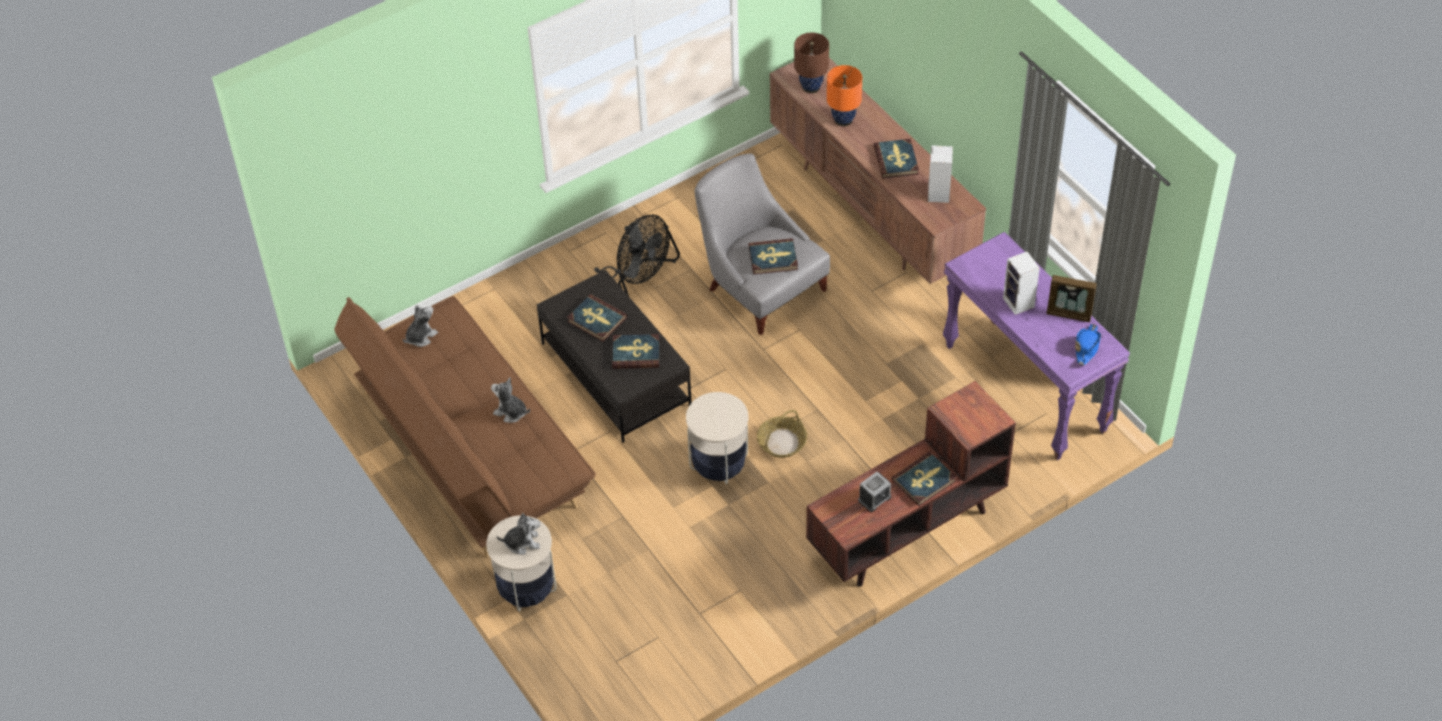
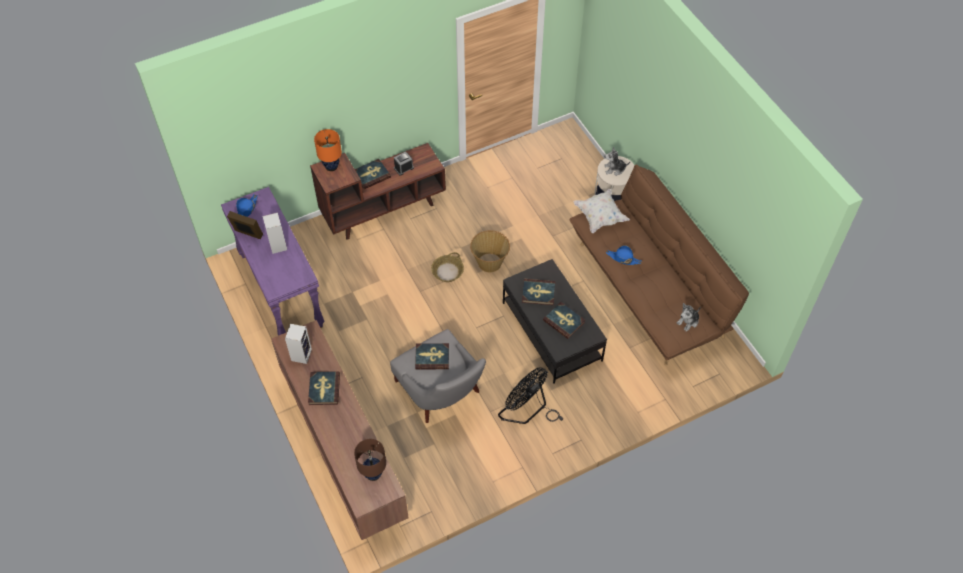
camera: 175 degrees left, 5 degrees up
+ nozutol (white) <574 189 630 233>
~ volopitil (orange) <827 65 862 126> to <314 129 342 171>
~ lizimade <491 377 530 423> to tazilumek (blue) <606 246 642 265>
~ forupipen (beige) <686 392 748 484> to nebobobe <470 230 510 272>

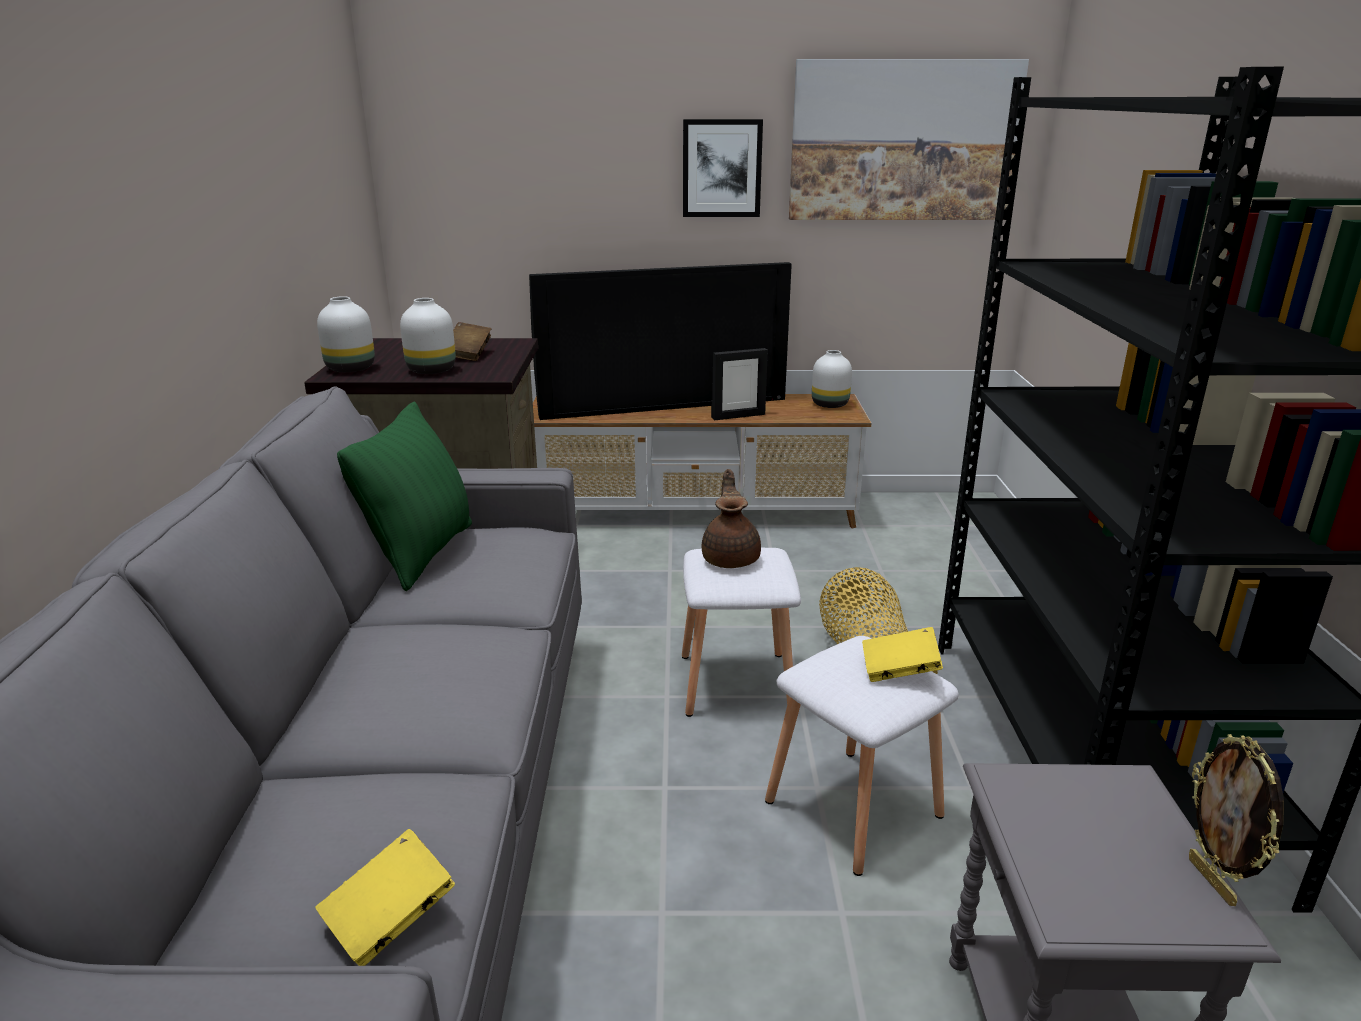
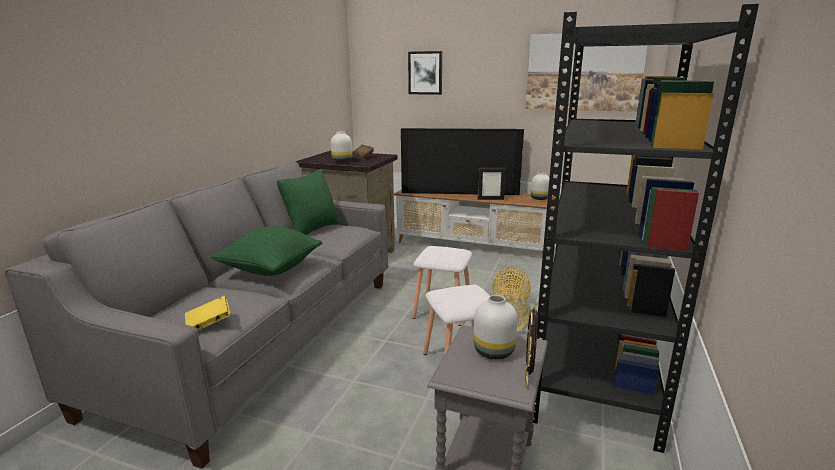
camera: 20 degrees right, 5 degrees down
- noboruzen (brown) <702 469 761 568>
- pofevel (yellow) <862 627 943 682>
+ nozutol (green) <211 226 322 276>
~ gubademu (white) <317 296 375 372> to <473 295 518 360>
~ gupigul <683 119 763 217> to <408 51 442 95>

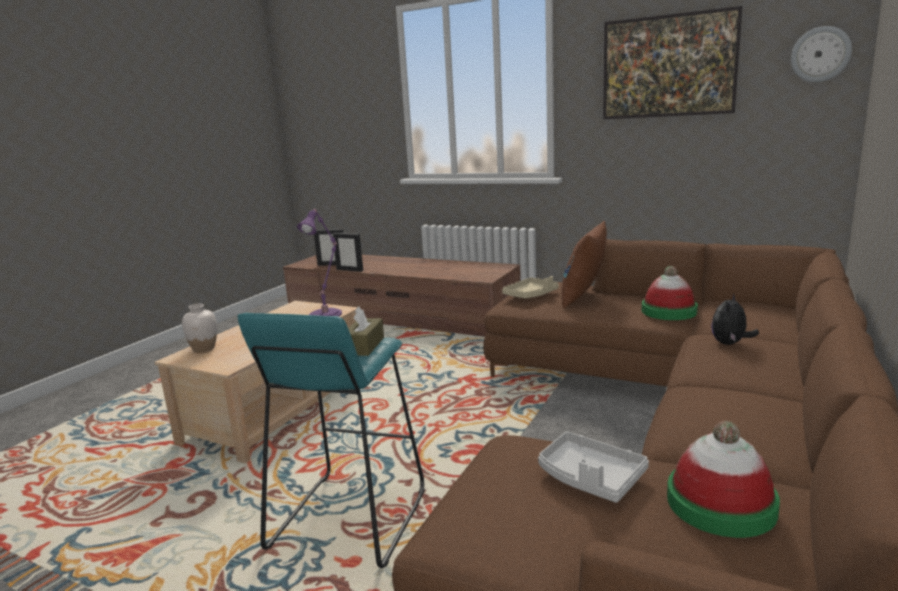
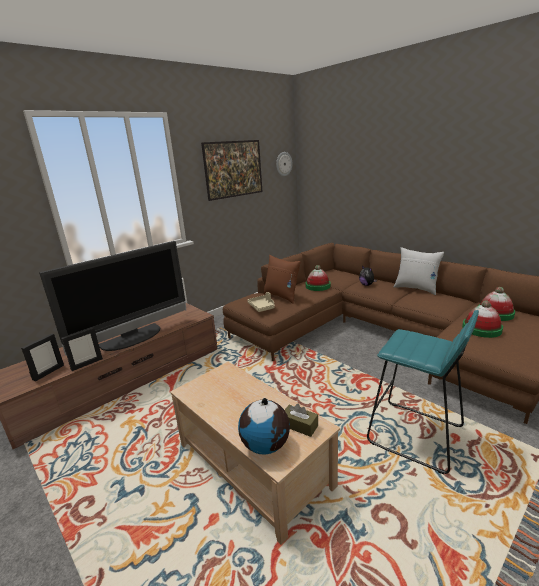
camera: 70 degrees left, 5 degrees up
- volopitil (purple) <297 209 342 316>
+ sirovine <39 241 186 356>
+ nozutol (grey) <394 247 444 295>
~ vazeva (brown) <348 306 384 356> to <285 404 318 437>
~ gubademu (white) <182 304 217 353> to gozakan <238 398 290 454>
~ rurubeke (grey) <538 431 649 503> to tazilumek <462 300 503 338>

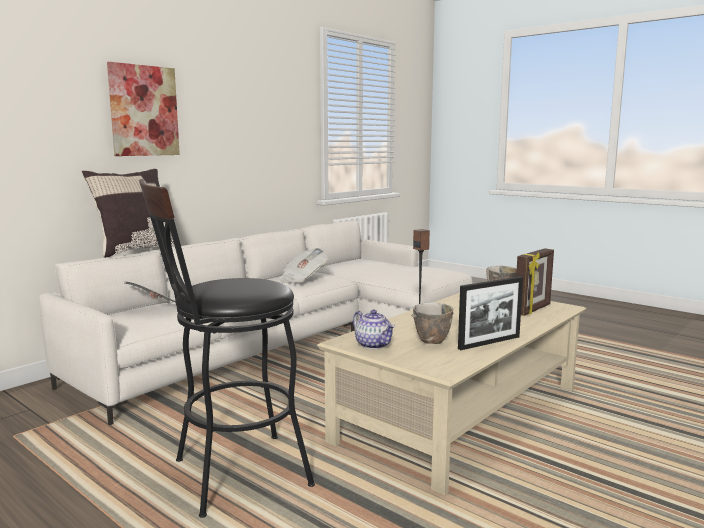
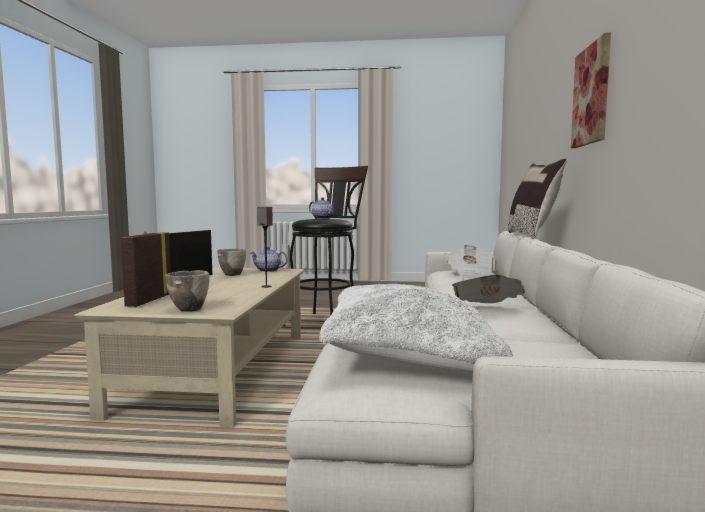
camera: 145 degrees right, 5 degrees down
+ noboruzen <309 198 337 219>
+ nozutol (white) <319 284 513 373>

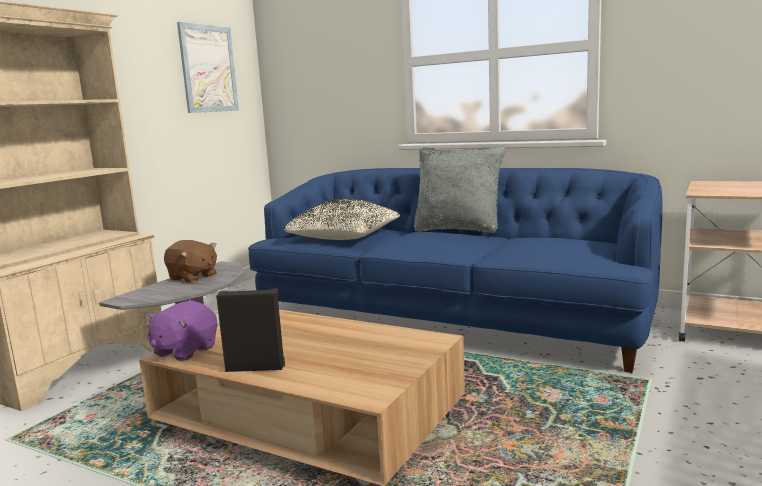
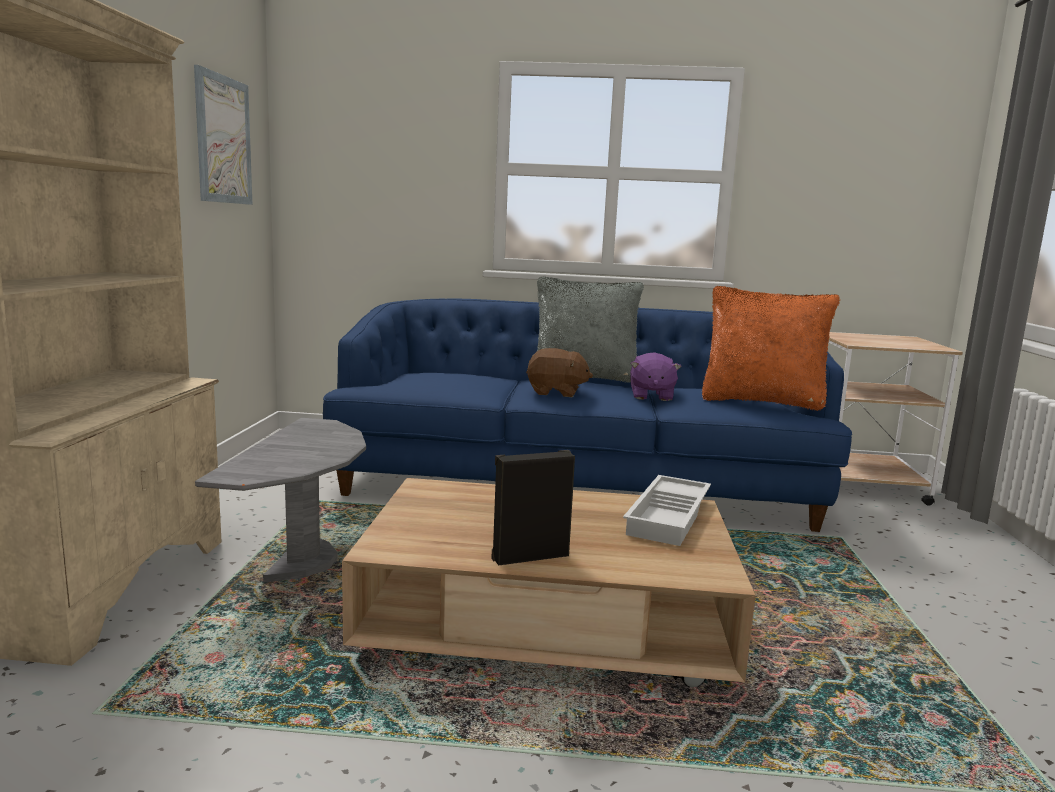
camera: 25 degrees left, 0 degrees up
- nozutol (beige) <284 199 400 240>
+ rurubeke (white) <623 475 711 546>
+ nozutol (orange) <702 286 840 411>
~ lizimade (purple) <146 301 217 361> to <630 352 682 401>
~ lizimade (brown) <164 240 217 283> to <526 348 593 397>

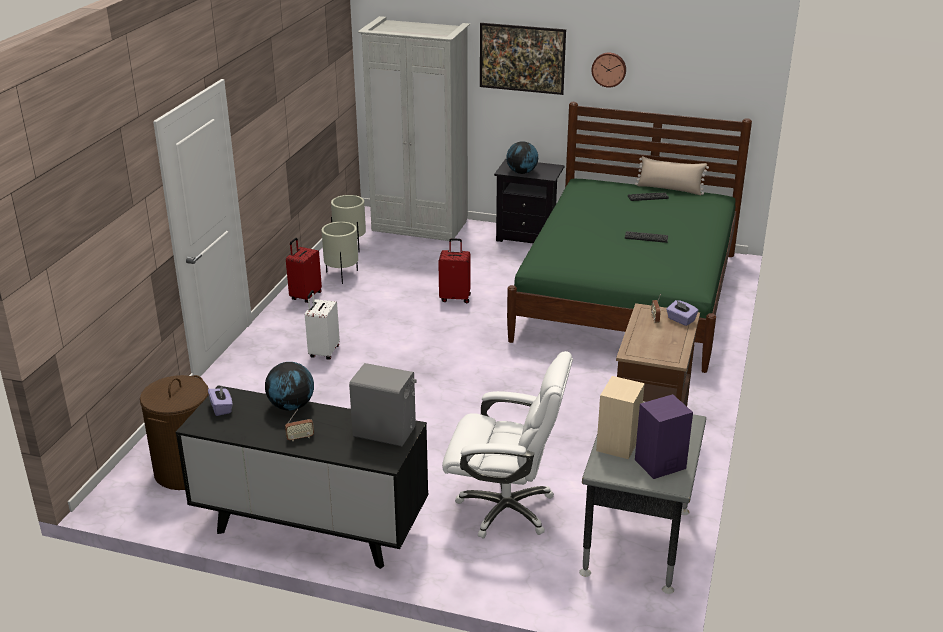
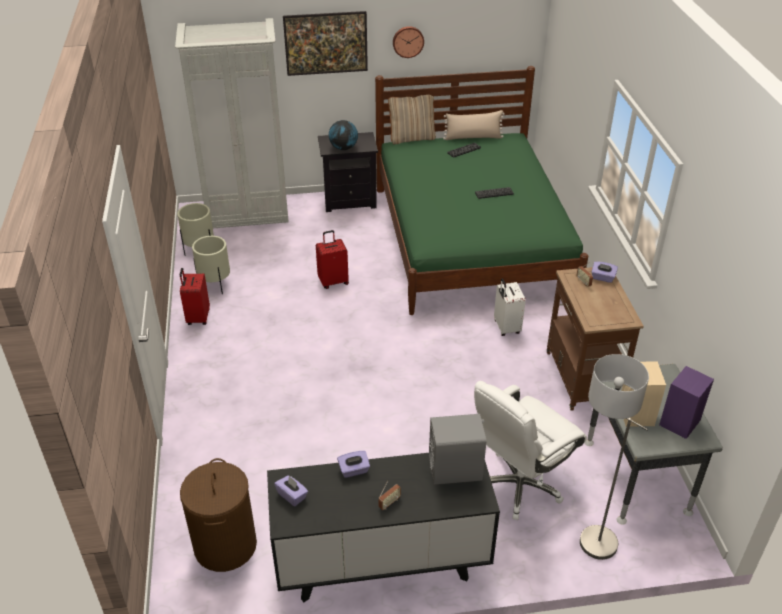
camera: 25 degrees left, 10 degrees up
+ nozutol (beige) <388 95 436 144>
+ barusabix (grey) <580 354 649 560>
~ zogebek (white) <305 290 340 360> to <494 279 526 336>
~ gozakan <265 362 314 411> to vazeva (purple) <337 451 370 478>
~ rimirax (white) <442 351 573 539> = <474 381 587 520> 150 degrees clockwise

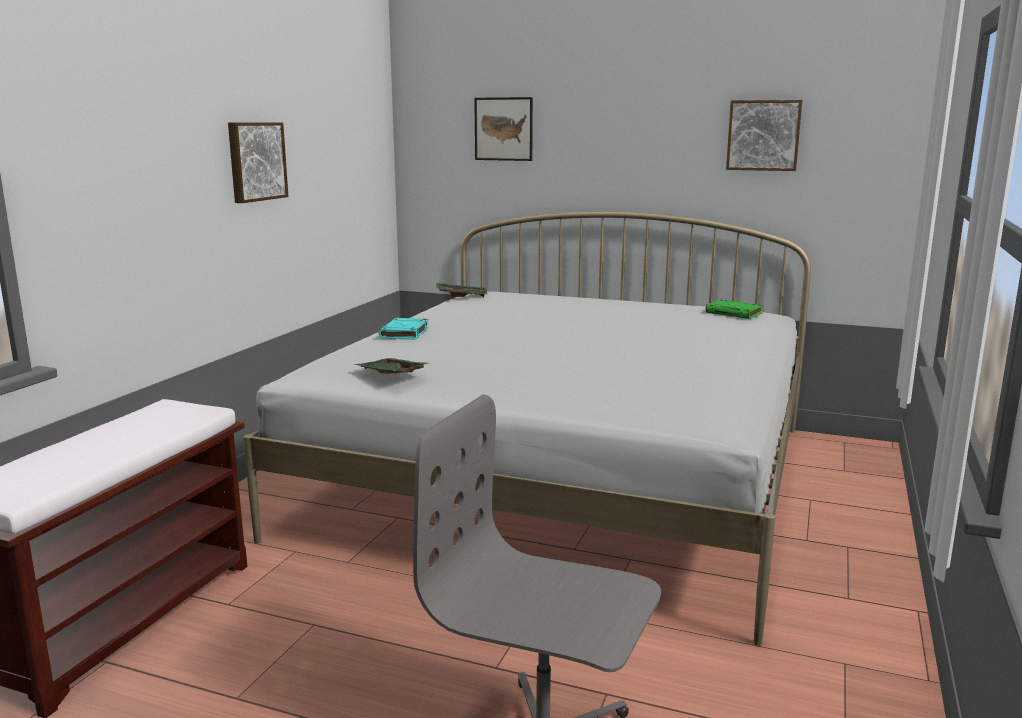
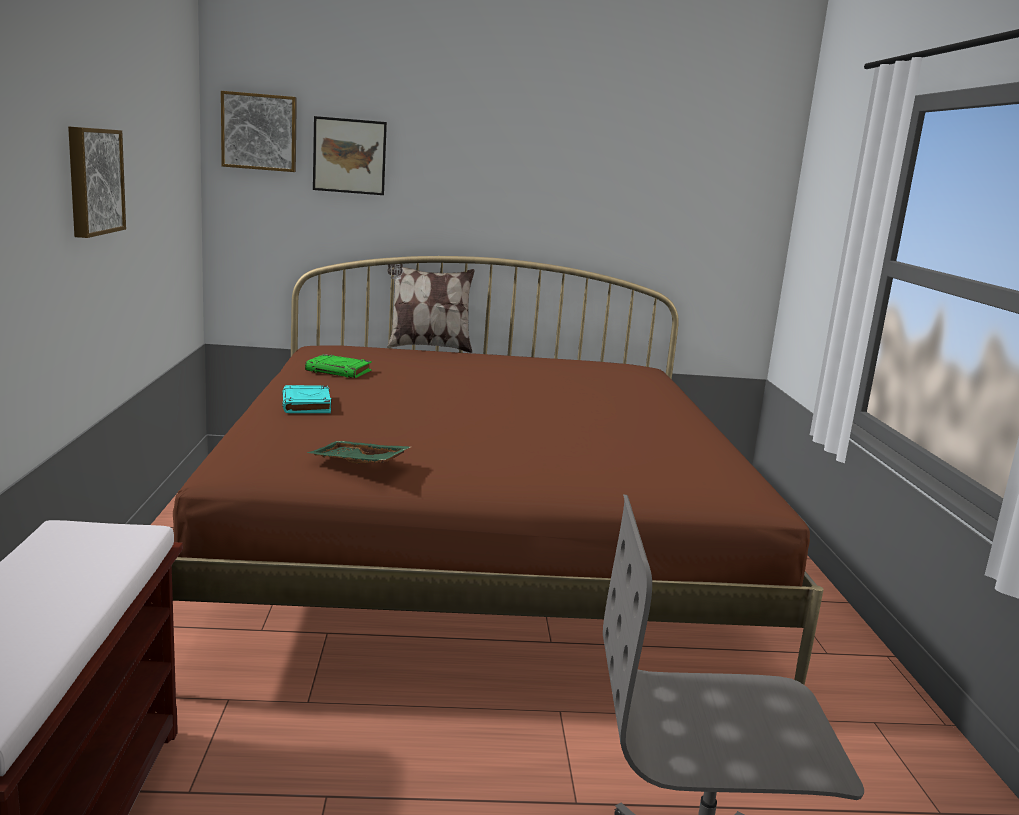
camera: 25 degrees left, 0 degrees up
- rurubeke (green) <436 283 487 297>
+ nozutol <387 264 475 353>
~ pofevel (green) <706 299 763 319> to <305 354 372 378>
~ gupigul <726 100 802 171> to <221 91 297 172>
~ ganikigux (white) <243 211 811 646> to ganikigux (brown) <172 256 824 685>

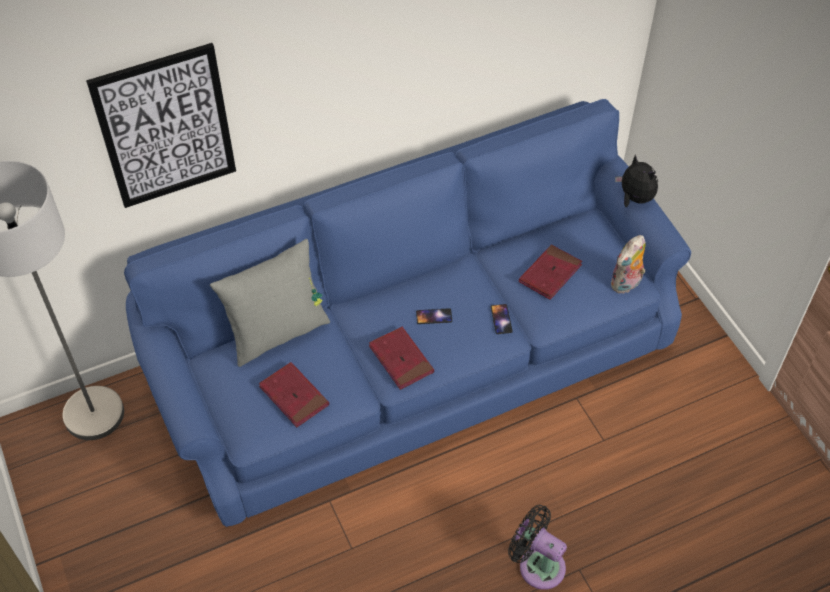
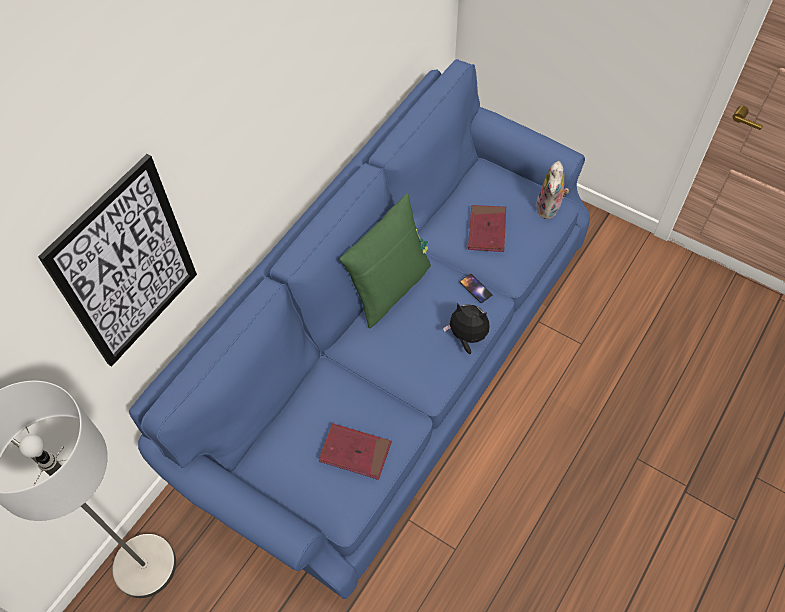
camera: 30 degrees left, 5 degrees up
- nozutol (grey) <210 239 330 367>
- pofevel (red) <369 327 434 390>
- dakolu <416 308 452 324>
- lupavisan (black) <508 505 567 590>
+ nozutol (green) <339 193 431 329>
~ lizimade <615 154 658 207> to <443 303 490 355>

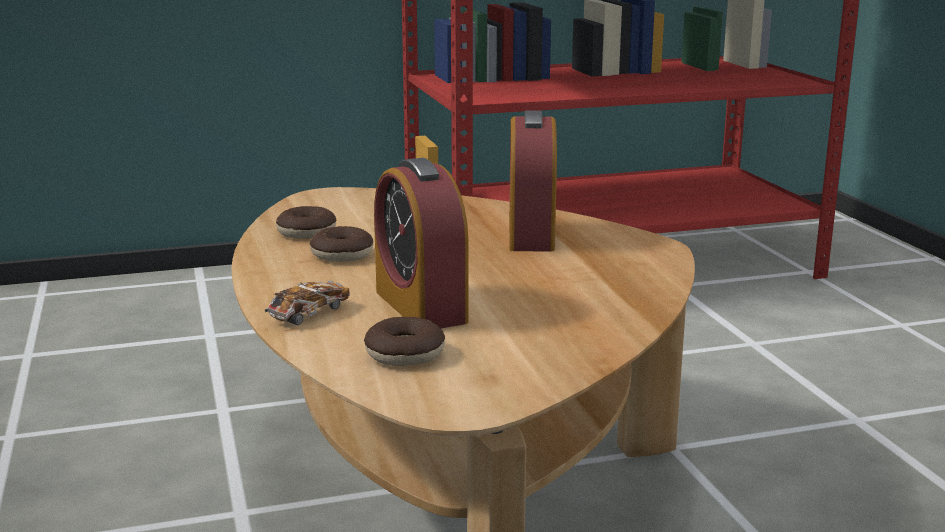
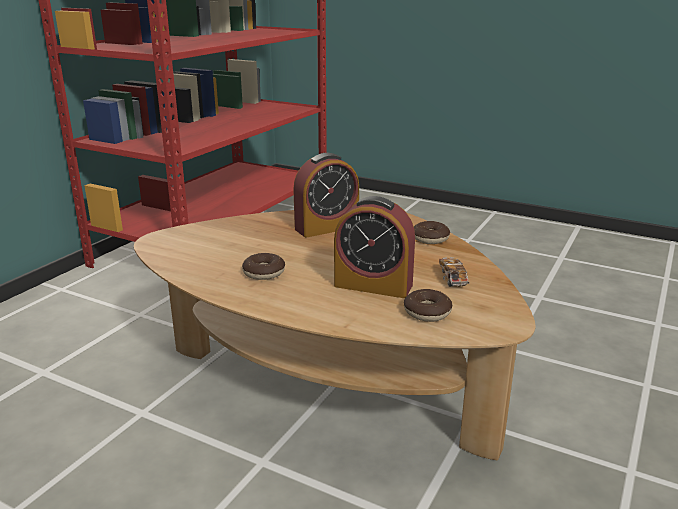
camera: 45 degrees left, 5 degrees up
~ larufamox <265 280 350 325> to <439 257 469 287>
~ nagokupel <276 206 336 239> to <414 221 450 244>
~ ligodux <509 110 557 252> = <293 153 359 238> 75 degrees counterclockwise

